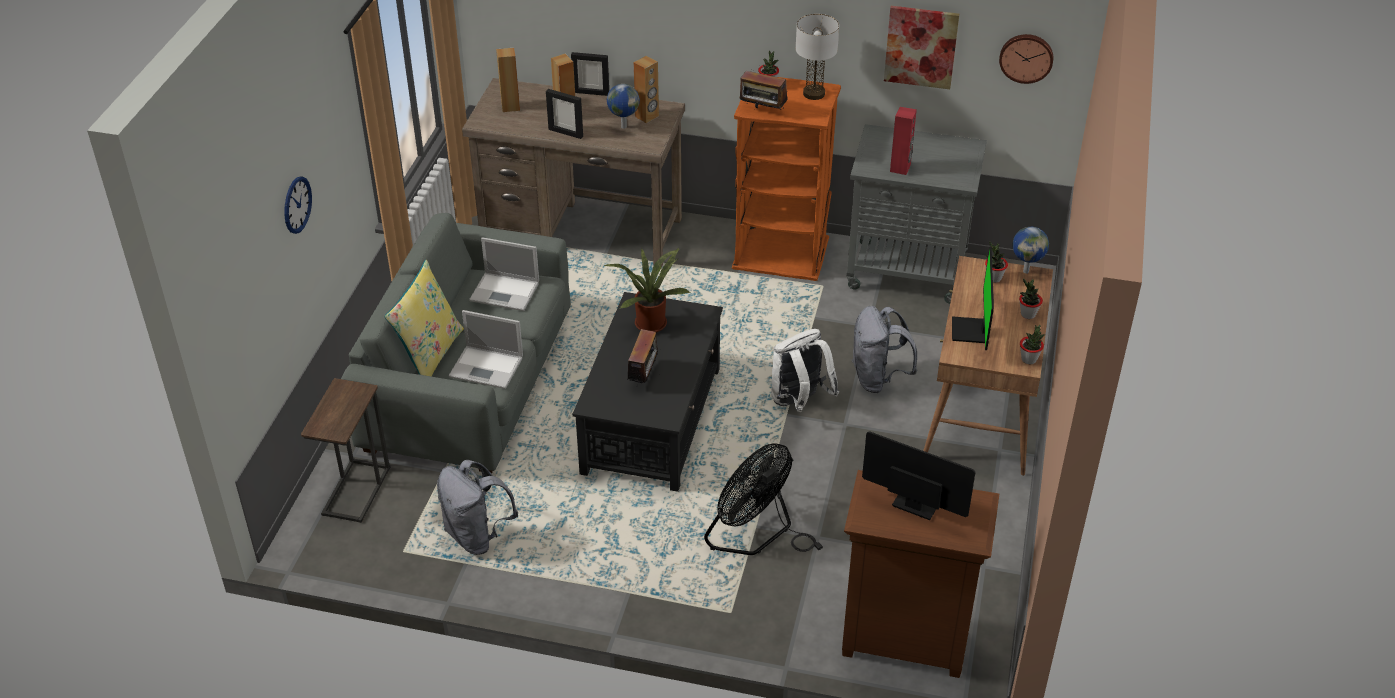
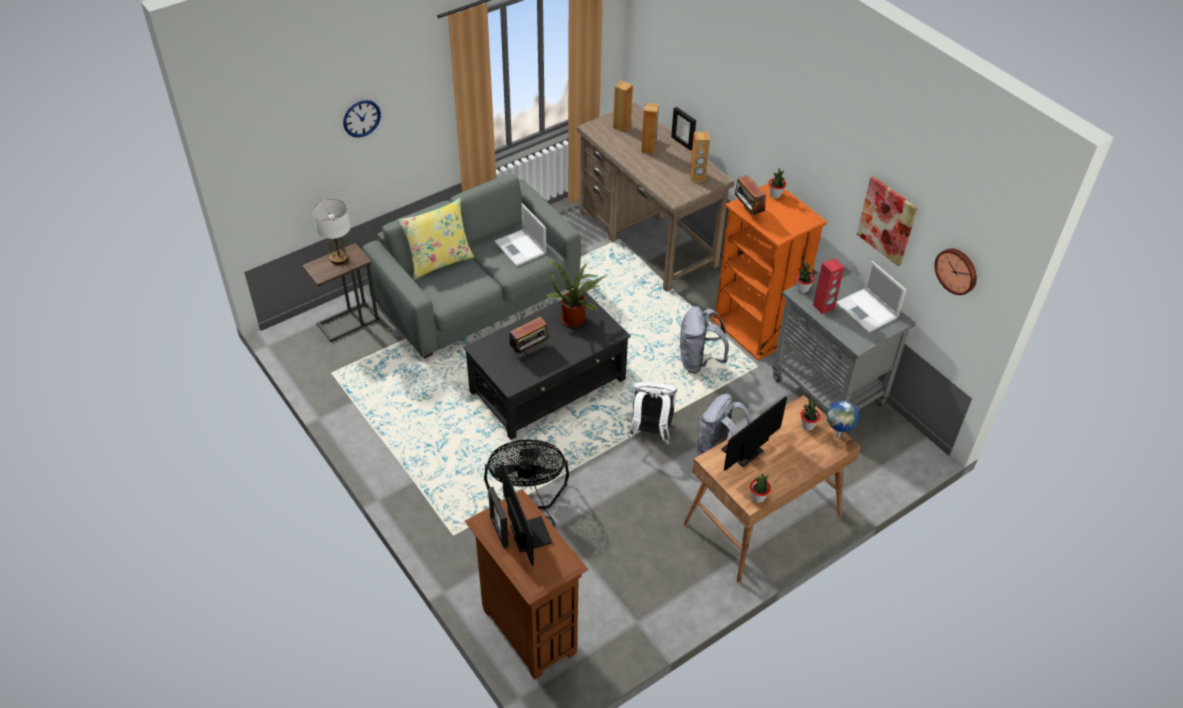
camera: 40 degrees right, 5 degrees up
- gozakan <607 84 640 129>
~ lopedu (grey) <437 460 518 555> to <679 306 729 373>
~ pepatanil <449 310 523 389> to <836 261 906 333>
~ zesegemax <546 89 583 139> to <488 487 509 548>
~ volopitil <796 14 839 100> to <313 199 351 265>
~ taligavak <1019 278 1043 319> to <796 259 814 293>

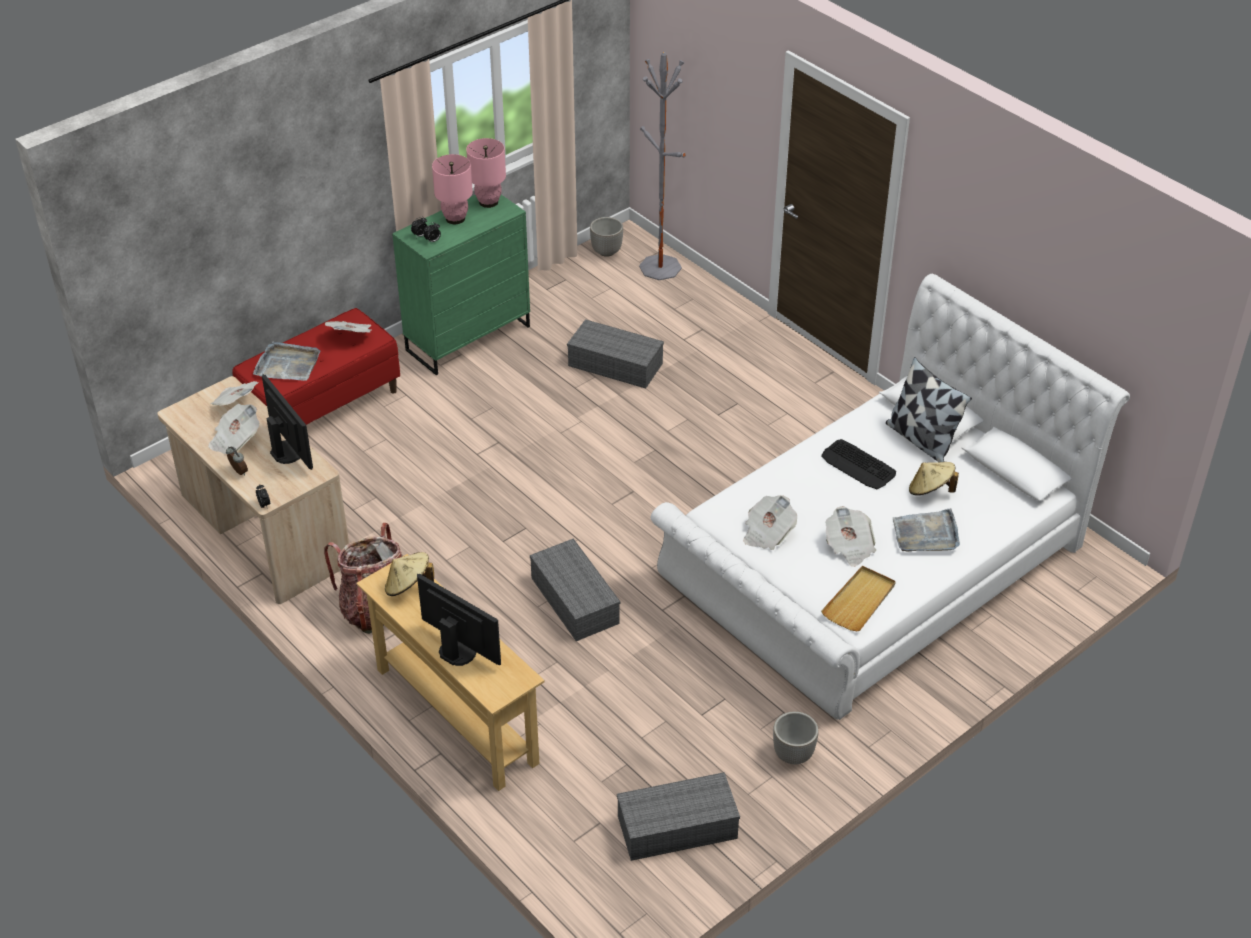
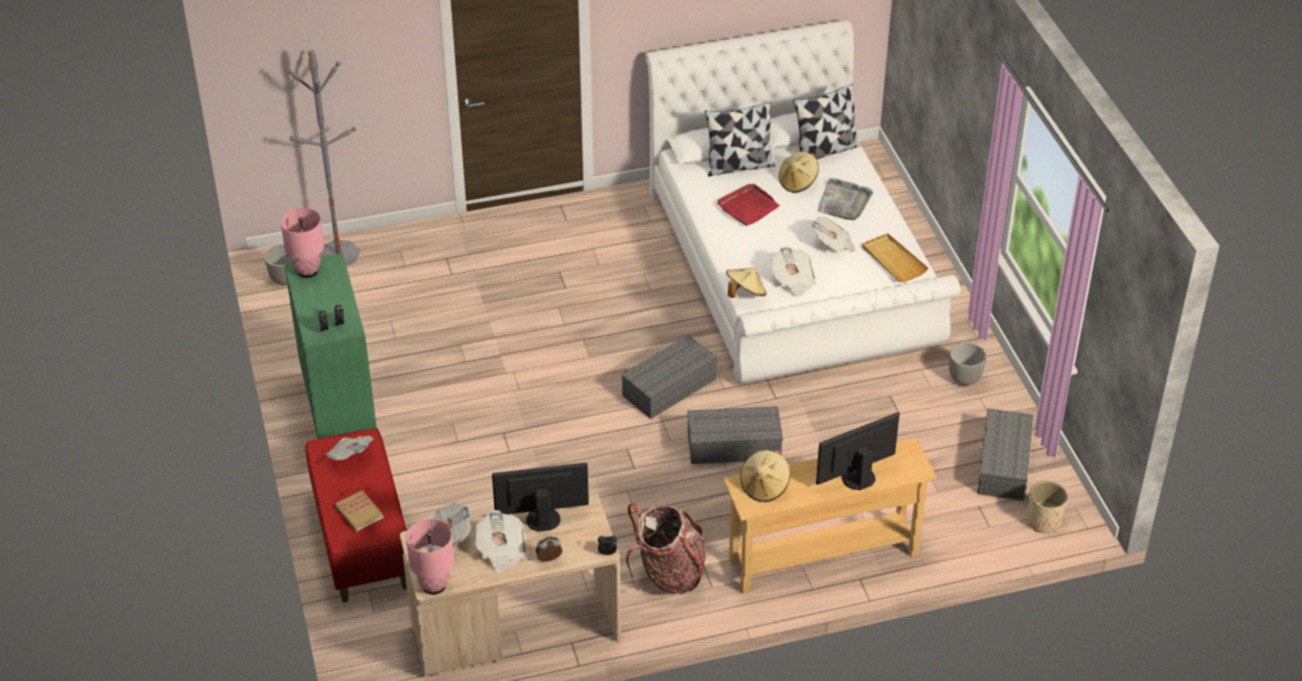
camera: 65 degrees left, 0 degrees up
+ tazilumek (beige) <726 268 767 298>
+ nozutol <793 83 860 159>
+ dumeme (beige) <1026 481 1068 533>
~ volopitil (pink) <432 154 473 224> to <406 519 454 595>
~ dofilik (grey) <567 319 664 388> to <621 335 718 419>
~ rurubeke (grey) <253 342 320 381> to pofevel <335 490 383 532>
~ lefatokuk <821 439 896 489> to rurubeke (red) <718 184 780 226>

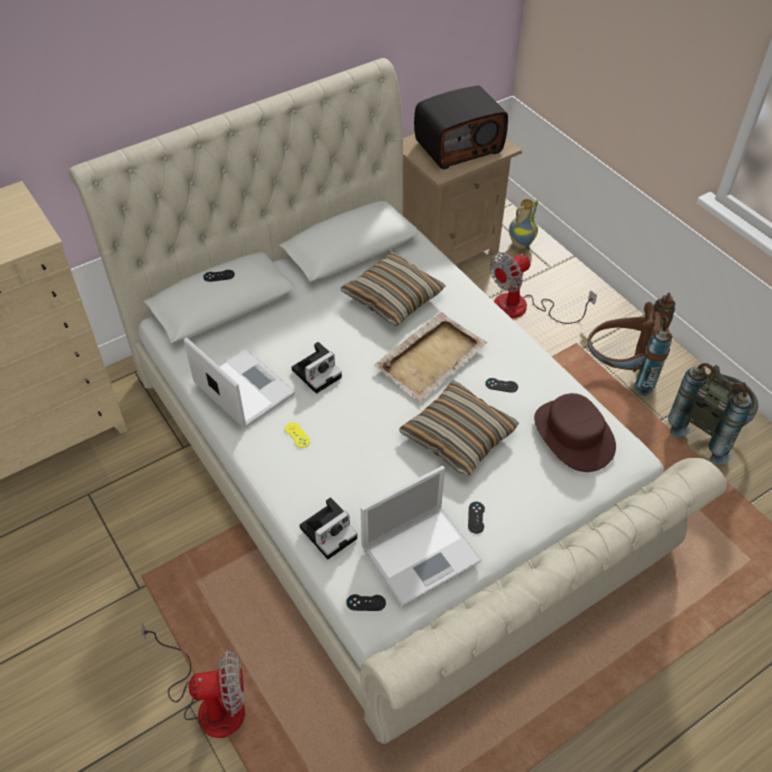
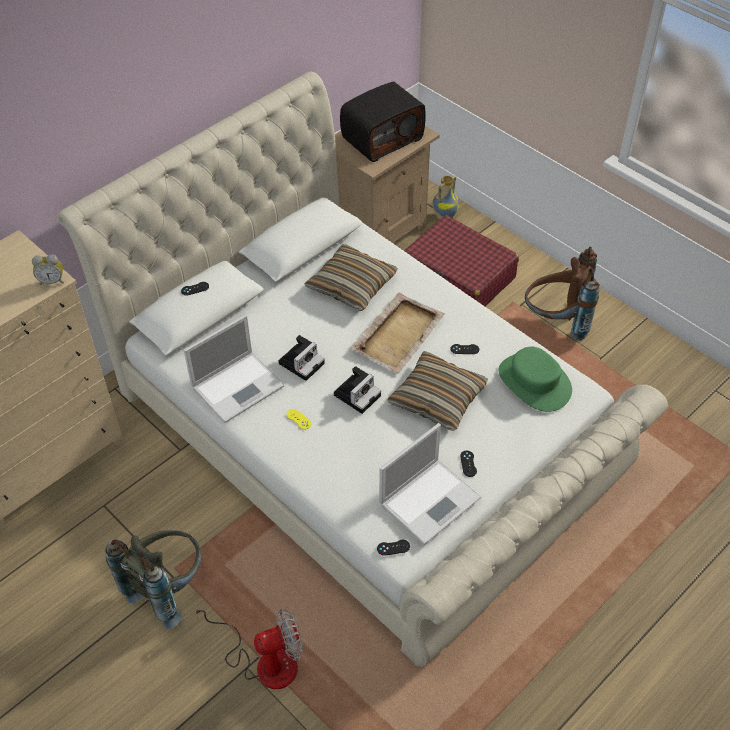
camera: 10 degrees left, 0 degrees up
+ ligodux <32 255 64 285>
~ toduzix <300 497 357 559> to <334 366 381 414>
~ lopedu (grey) <668 363 758 464> to <105 530 201 629>
~ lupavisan <489 252 597 324> to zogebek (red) <404 215 519 306>
~ tazilumek (brown) <534 393 616 472> to tazilumek (green) <498 347 572 412>
~ pepatanil <183 337 295 428> = <184 315 285 423> 105 degrees clockwise

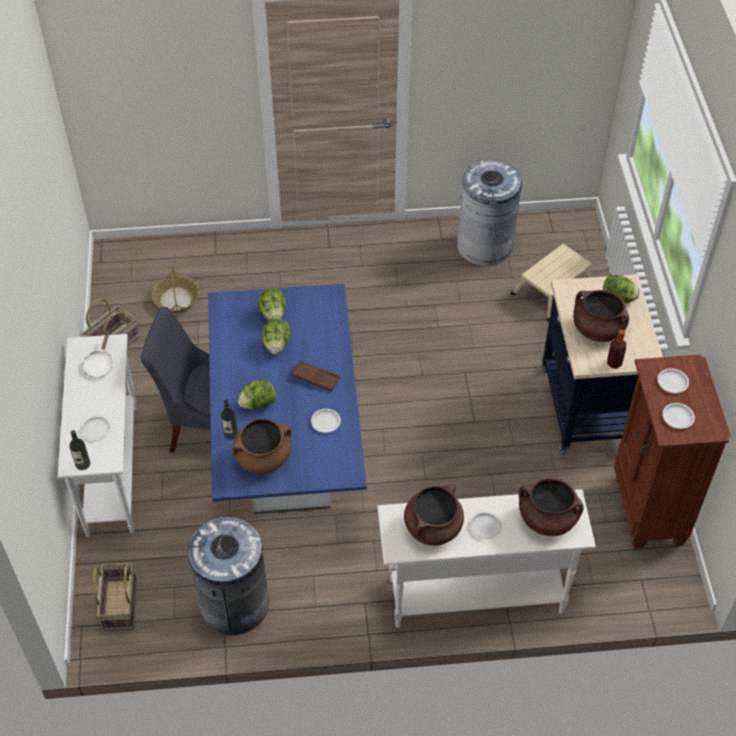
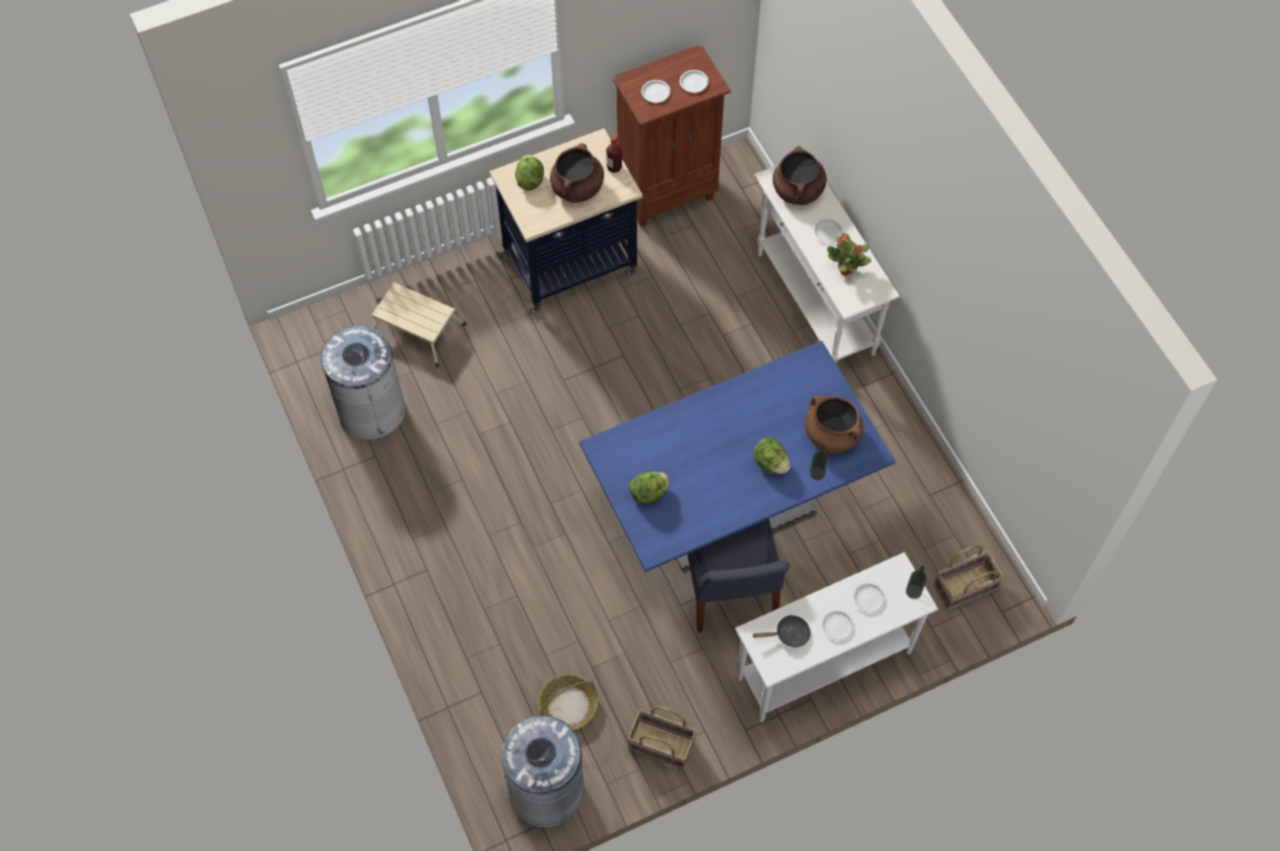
camera: 110 degrees left, 10 degrees up
- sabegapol <261 318 290 354>
- rurubeke (brown) <292 360 340 392>
~ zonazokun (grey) <185 517 269 635> to <501 716 584 827>
~ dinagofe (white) <311 409 341 433> to <821 610 854 640>
~ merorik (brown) <404 484 464 546> to taligavak <827 233 871 276>
~ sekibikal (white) <83 333 113 378> to sekibikal (black) <752 615 811 648>

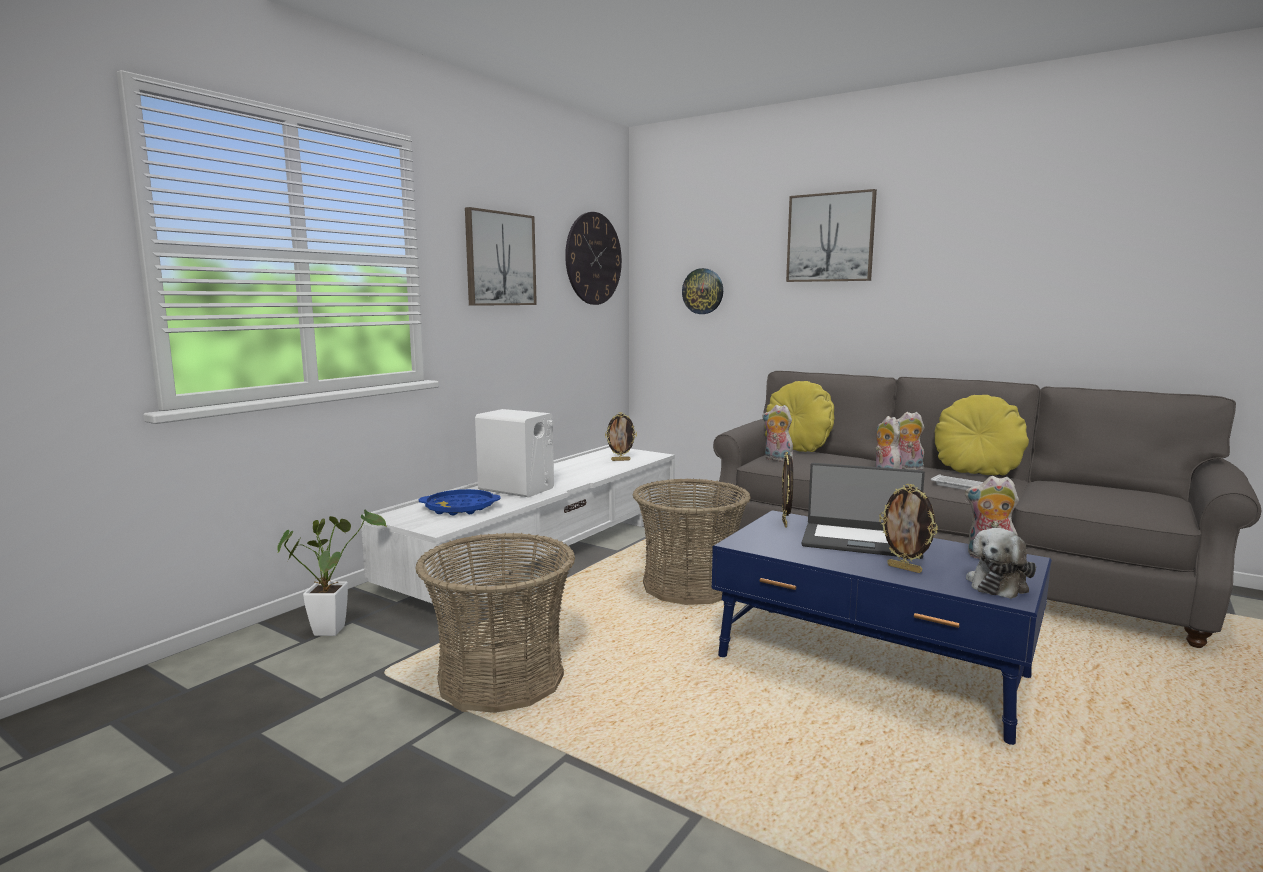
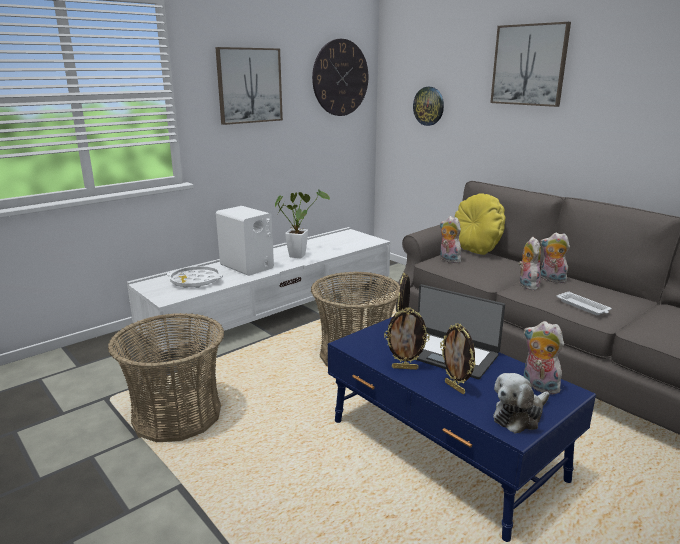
camera: 15 degrees right, 10 degrees up
- nozutol (yellow) <935 395 1029 475>
~ taligavak <277 510 387 636> to <275 189 330 259>
~ zesegemax <605 412 637 461> to <384 307 430 370>
~ rurubeke (blue) <419 489 501 515> to rurubeke (white) <167 266 223 288>

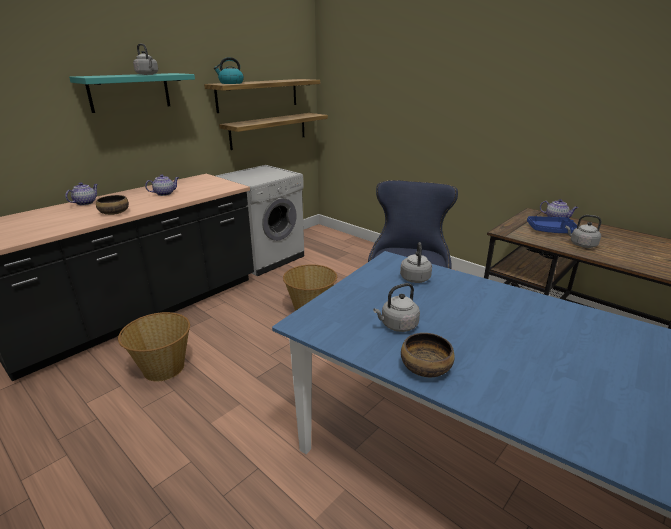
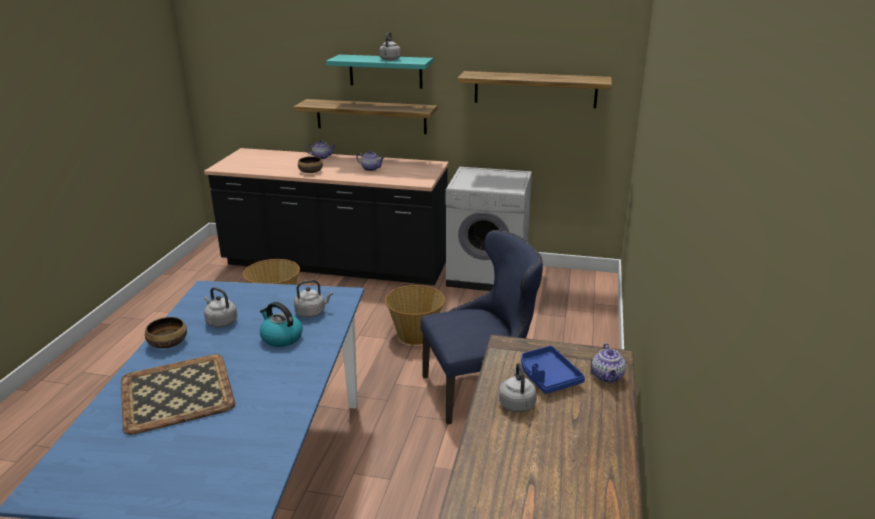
camera: 60 degrees right, 0 degrees up
+ rurubeke <121 354 235 435>
~ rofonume <214 57 244 84> to <260 302 303 347>
~ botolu <219 113 328 150> to <293 99 437 134>

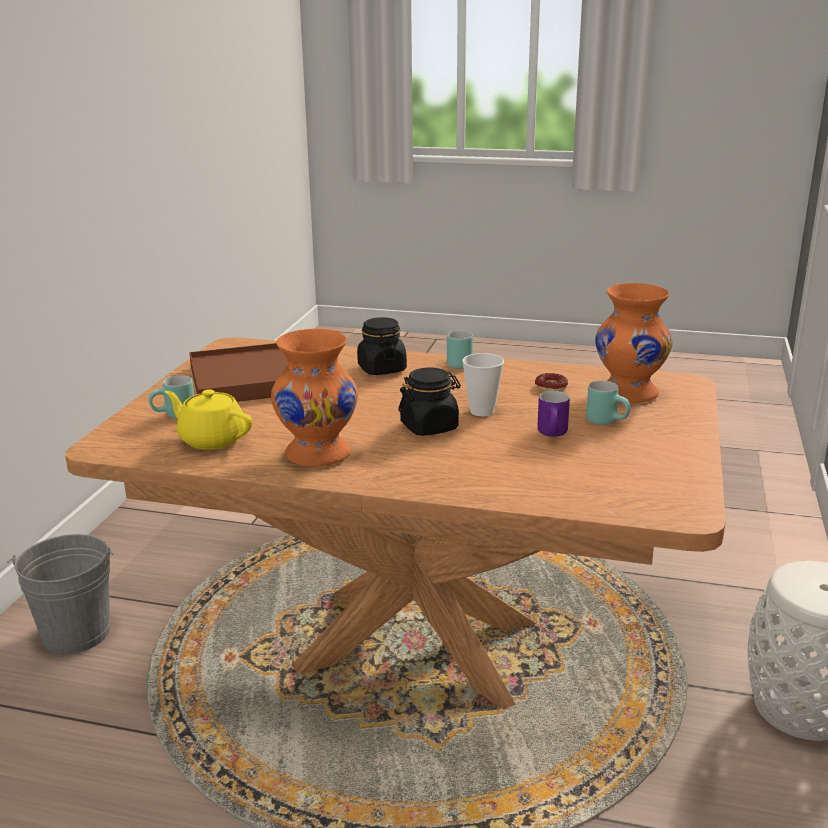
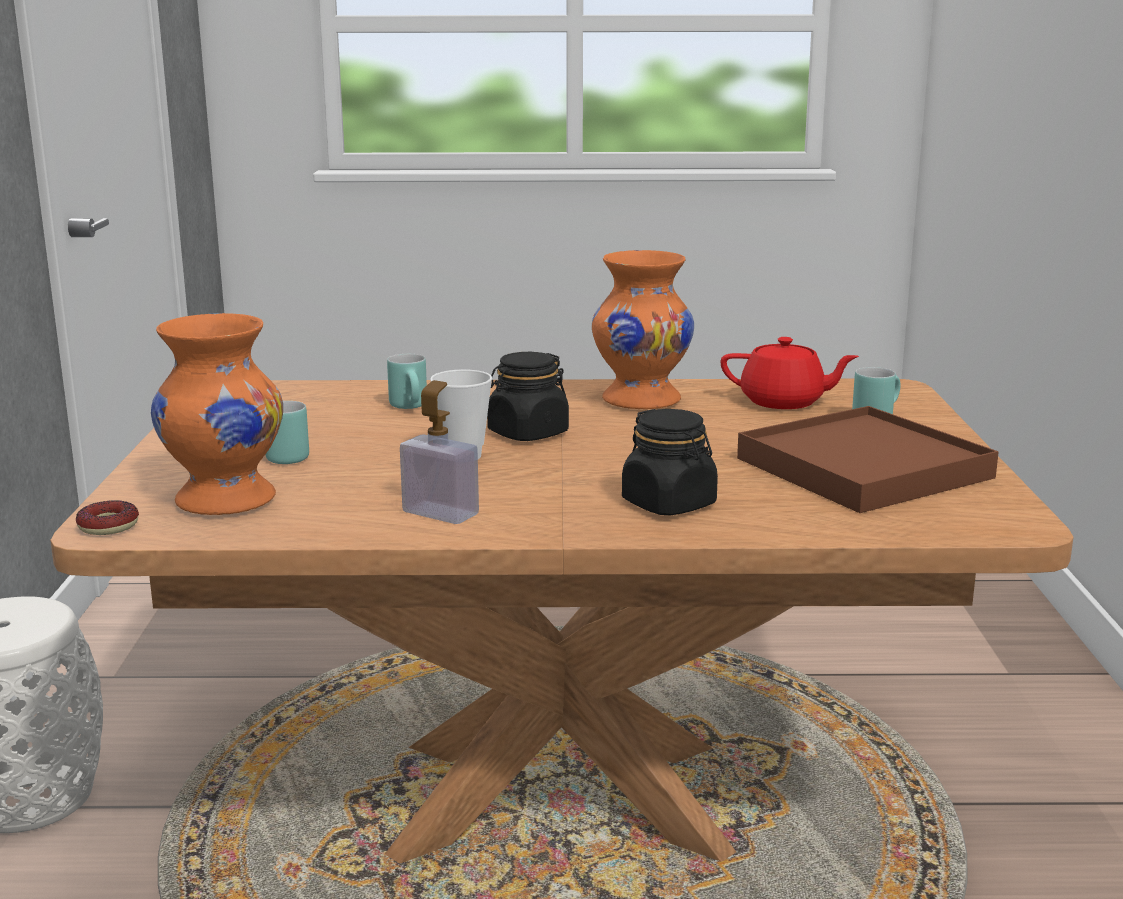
camera: 165 degrees right, 5 degrees down
- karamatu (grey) <7 534 113 654>
- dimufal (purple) <537 391 570 437>
+ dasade <400 380 479 524>
~ dimufal (turquoise) <447 331 473 369> to <387 354 427 409>
~ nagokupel <535 373 568 392> to <76 500 139 535>
~ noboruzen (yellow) <165 389 252 450> to noboruzen (red) <720 337 859 409>

